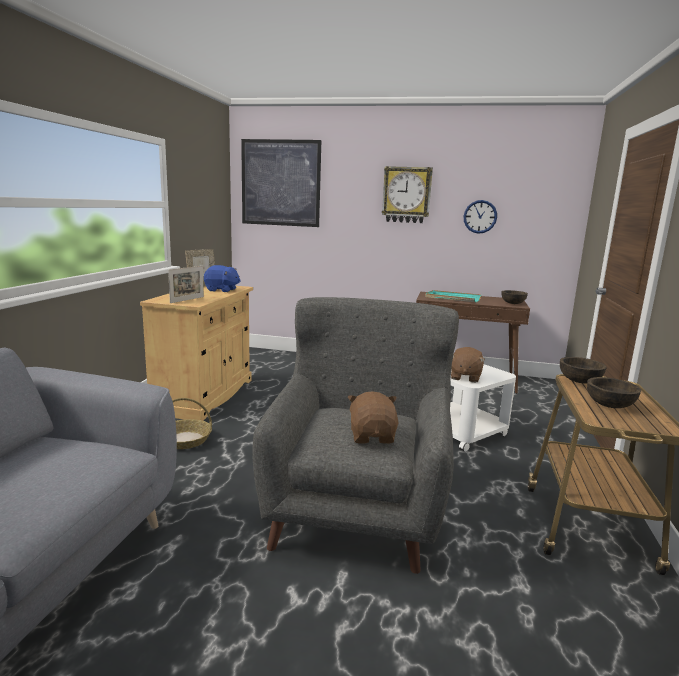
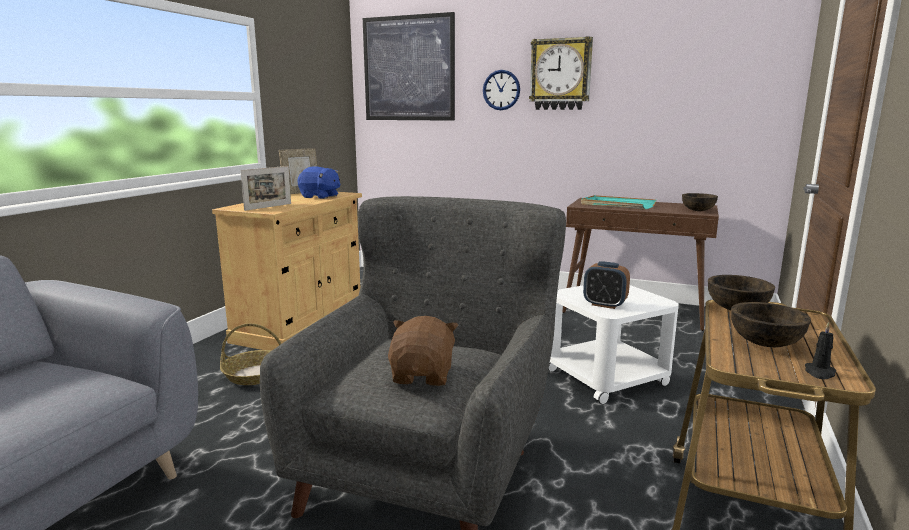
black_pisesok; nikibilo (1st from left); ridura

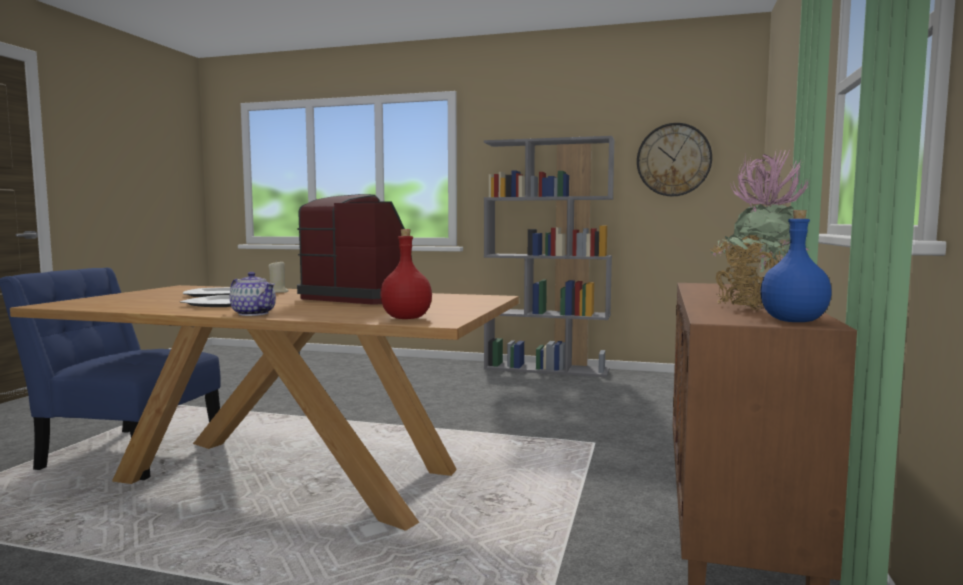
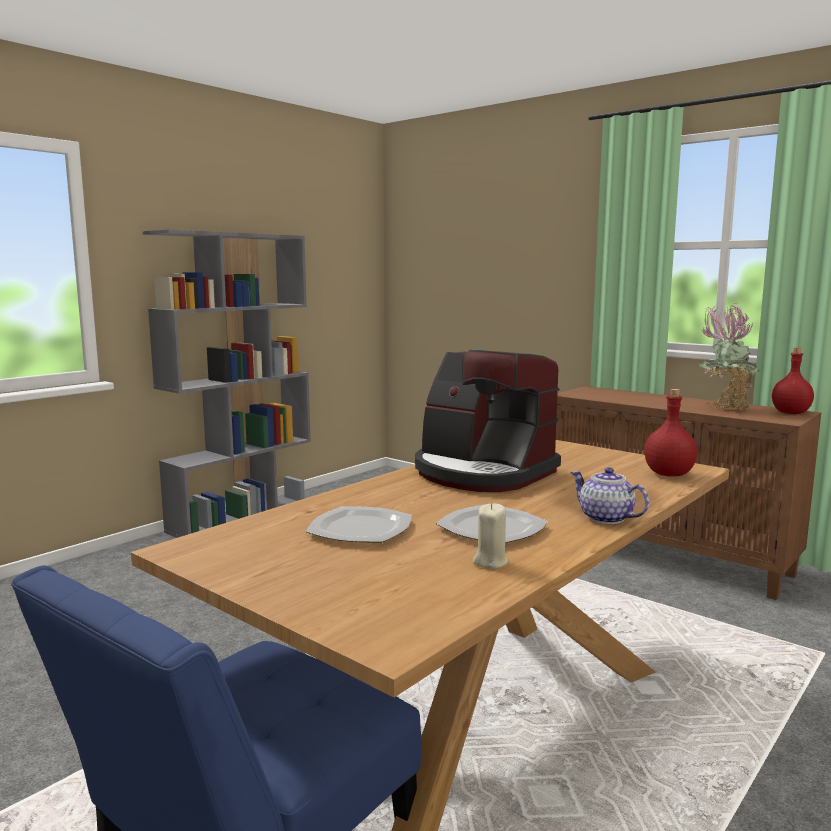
nikibilo; beige_pisesok; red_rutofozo (2nd from left); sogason; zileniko

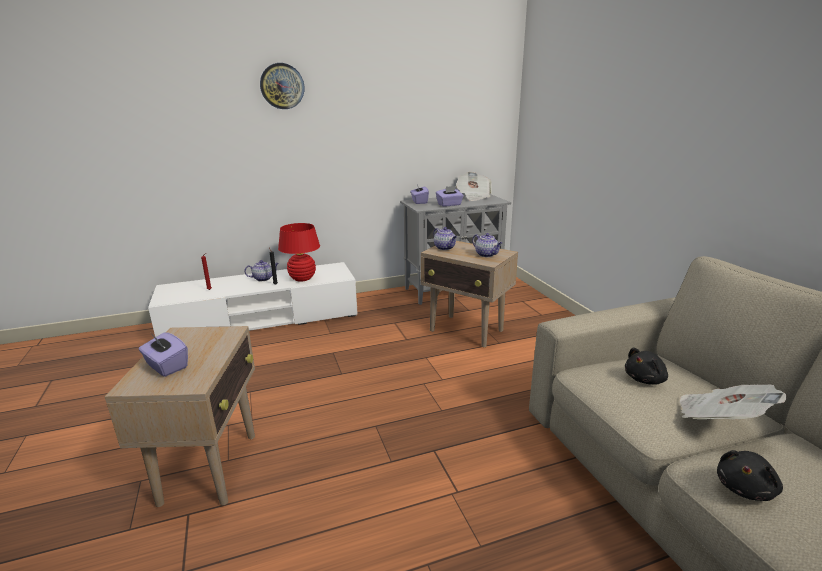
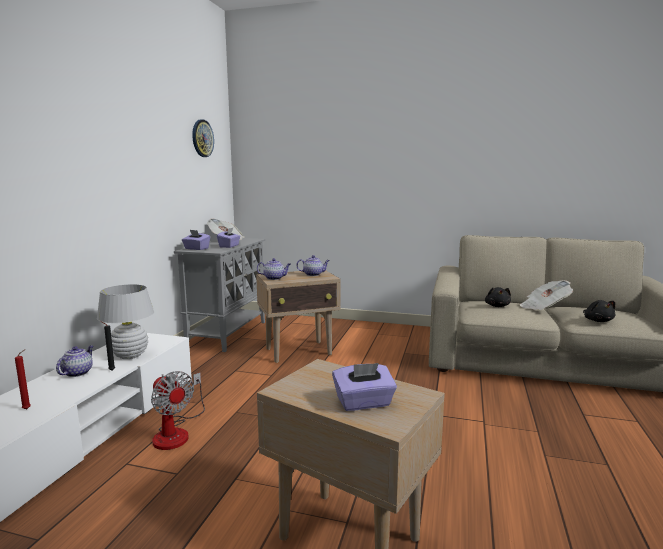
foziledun; nikibilo; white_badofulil

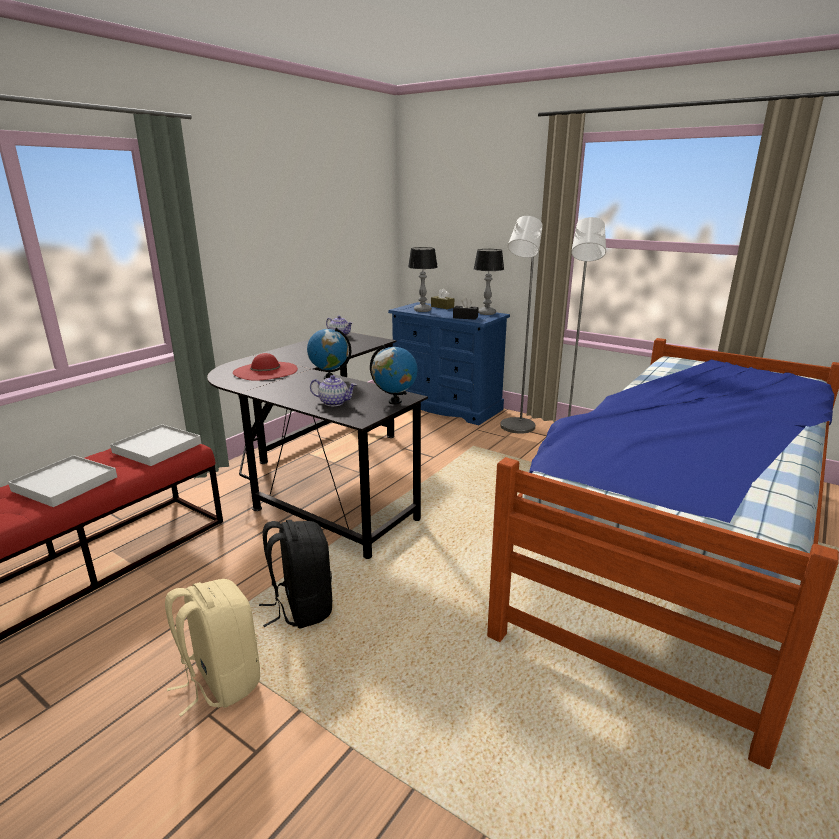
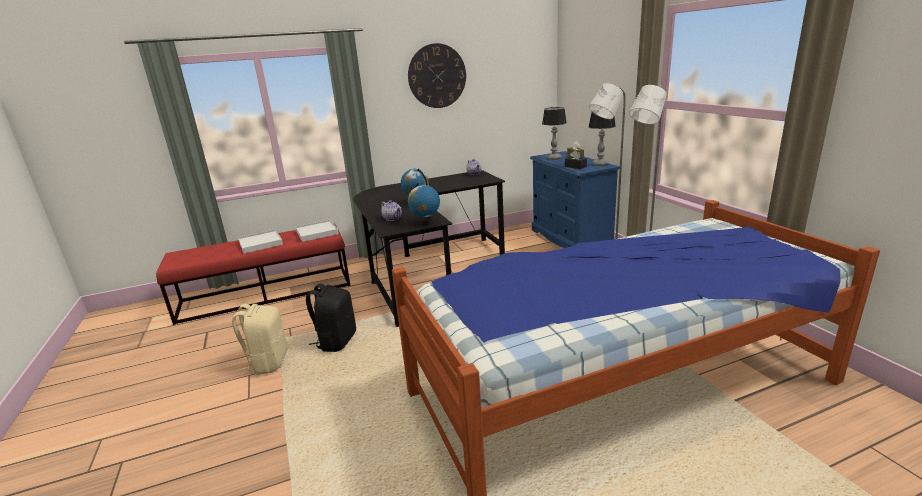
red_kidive; nikibilo

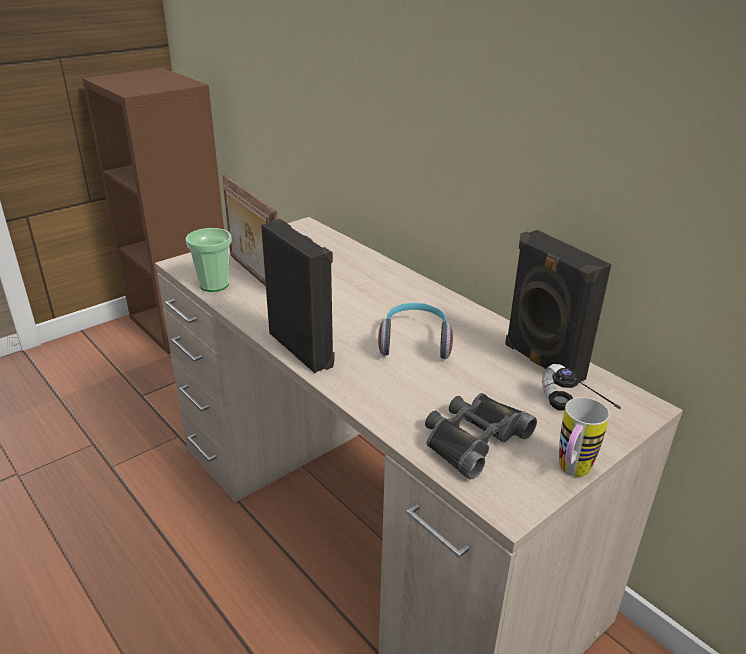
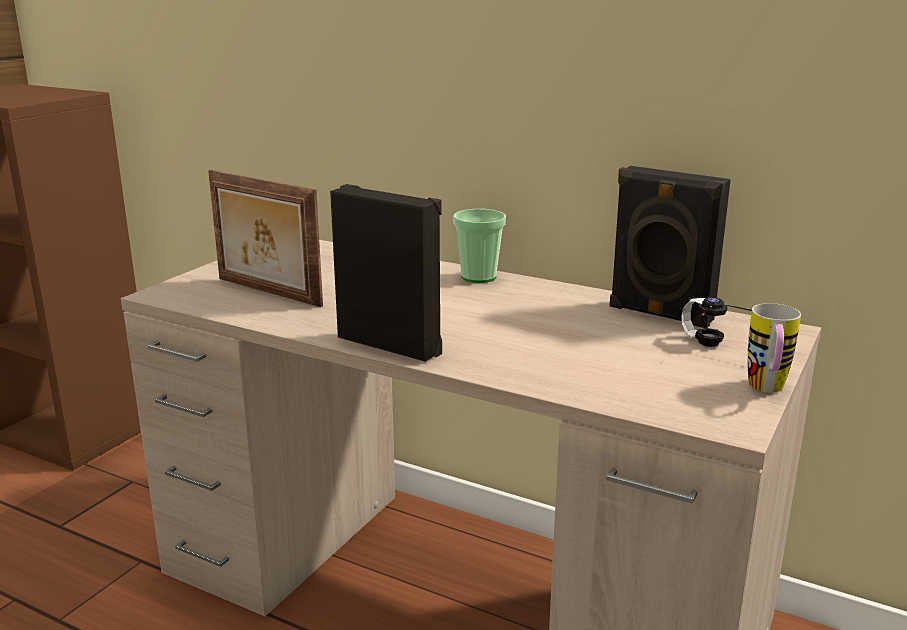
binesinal (1st from left in the first image); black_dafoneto; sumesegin

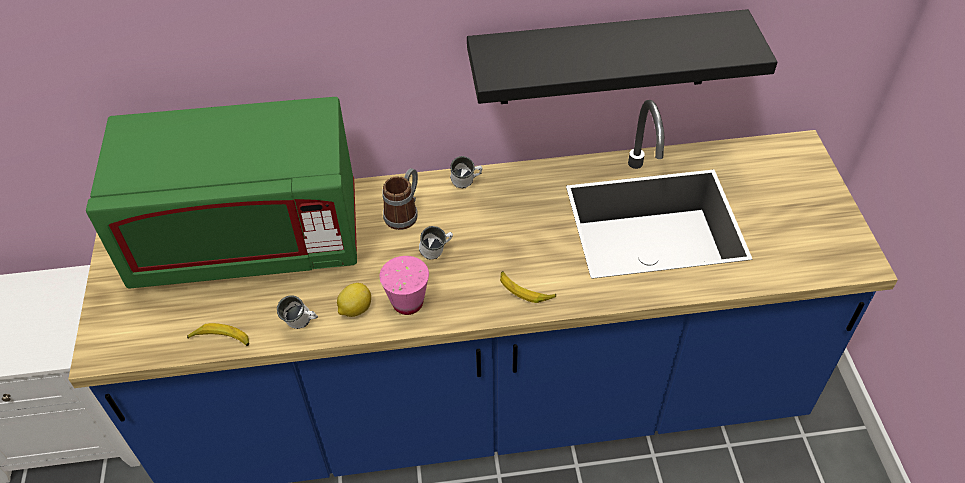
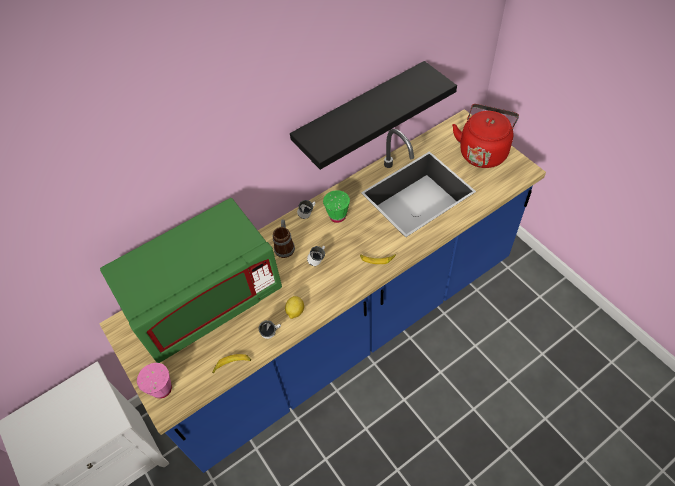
green_sumesegin; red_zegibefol; pink_sumesegin

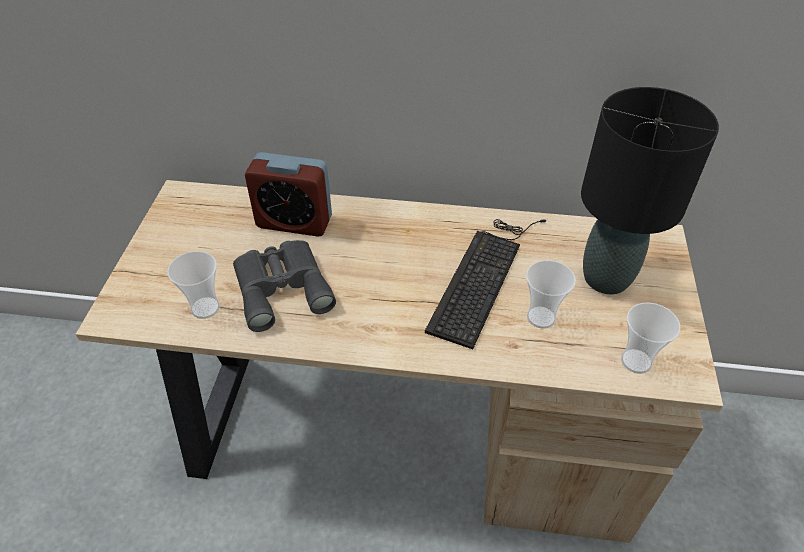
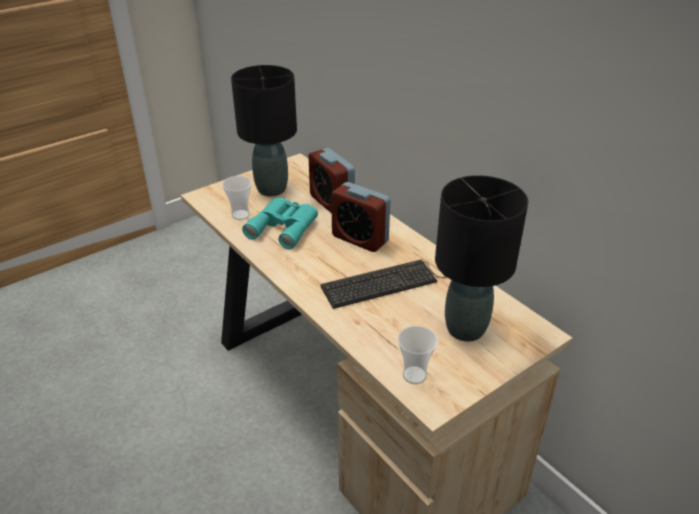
sumesegin (2nd from left in the first image); black_badofulil (1st from left); ridura (2nd from left); turquoise_dafoneto

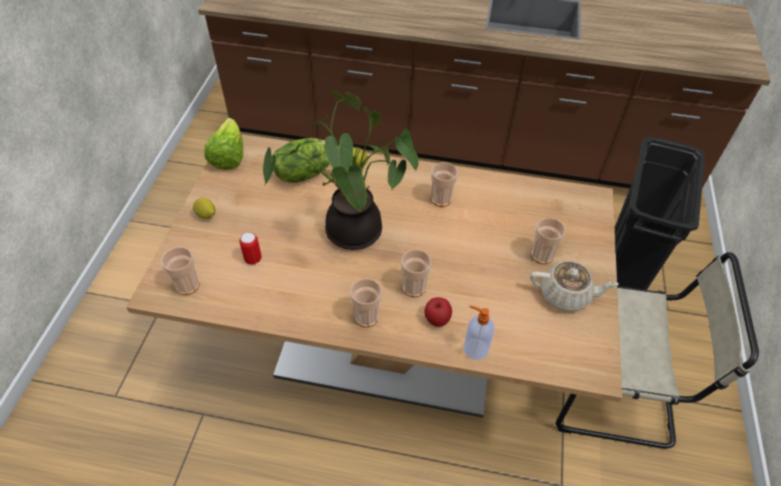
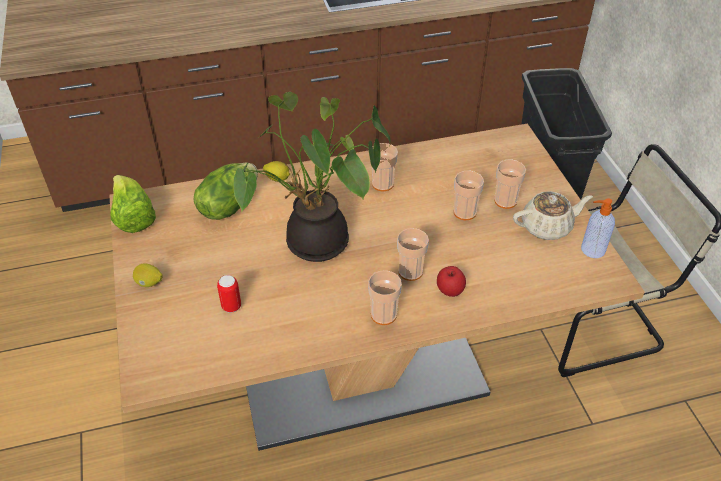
sumesegin (4th from left); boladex

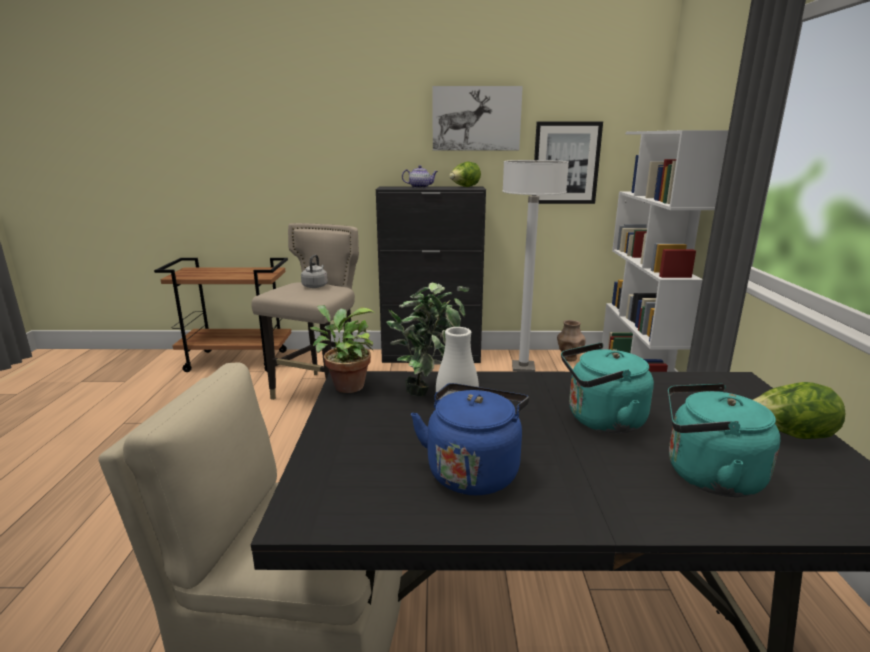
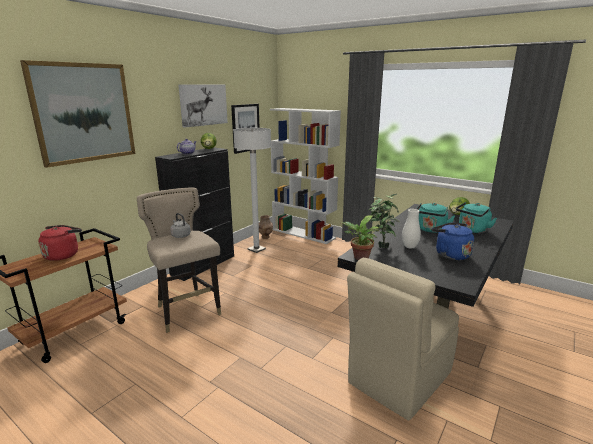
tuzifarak (1st from left); red_zegibefol

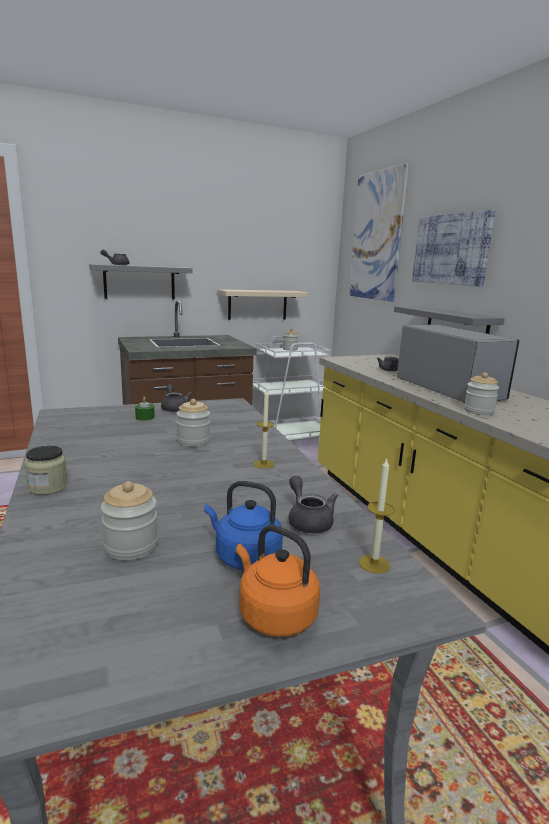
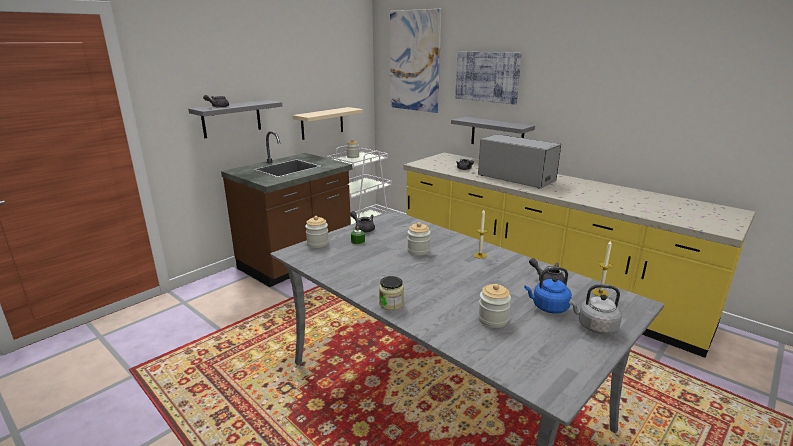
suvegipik (1st from left); grey_zegibefol

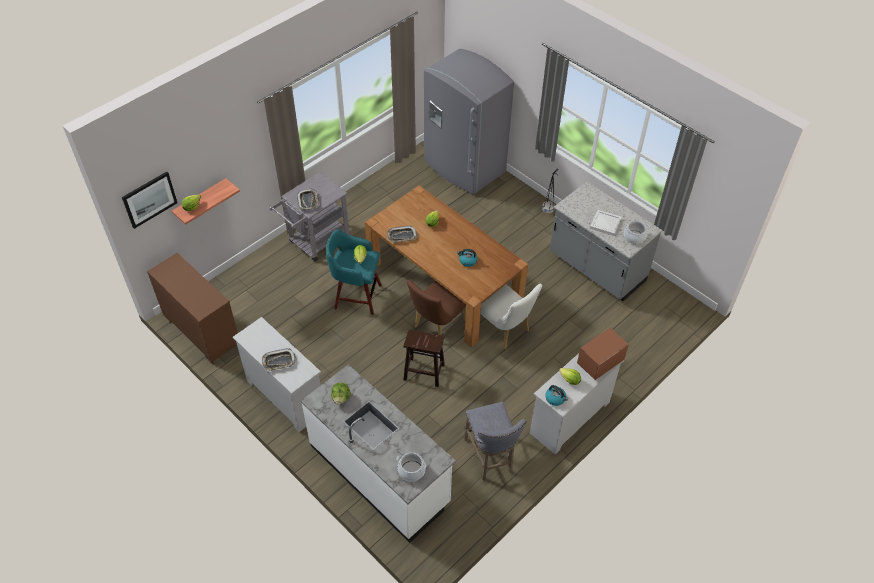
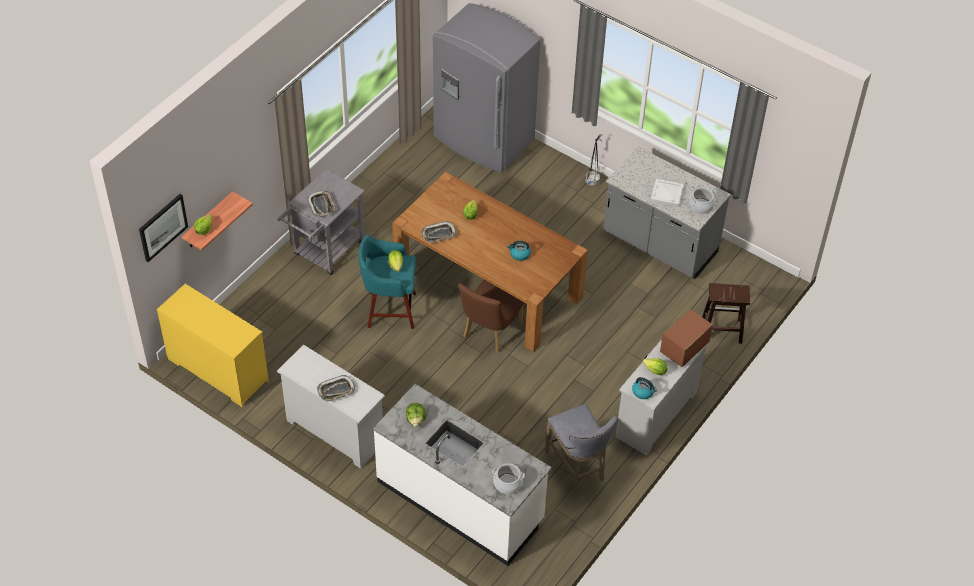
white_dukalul; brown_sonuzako; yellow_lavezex

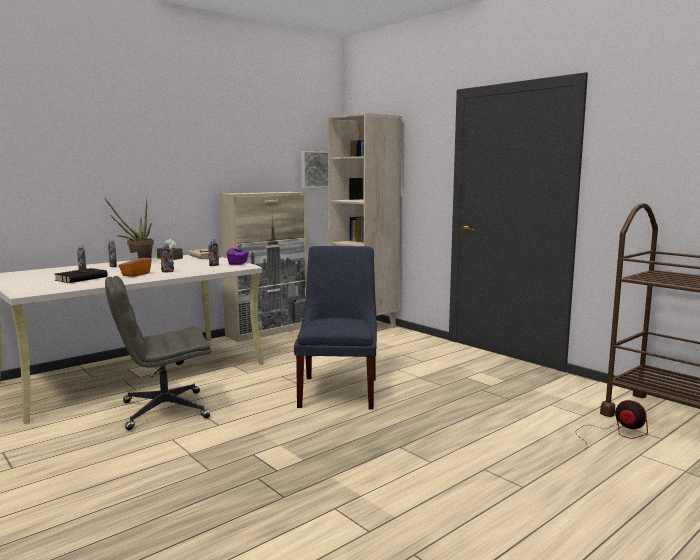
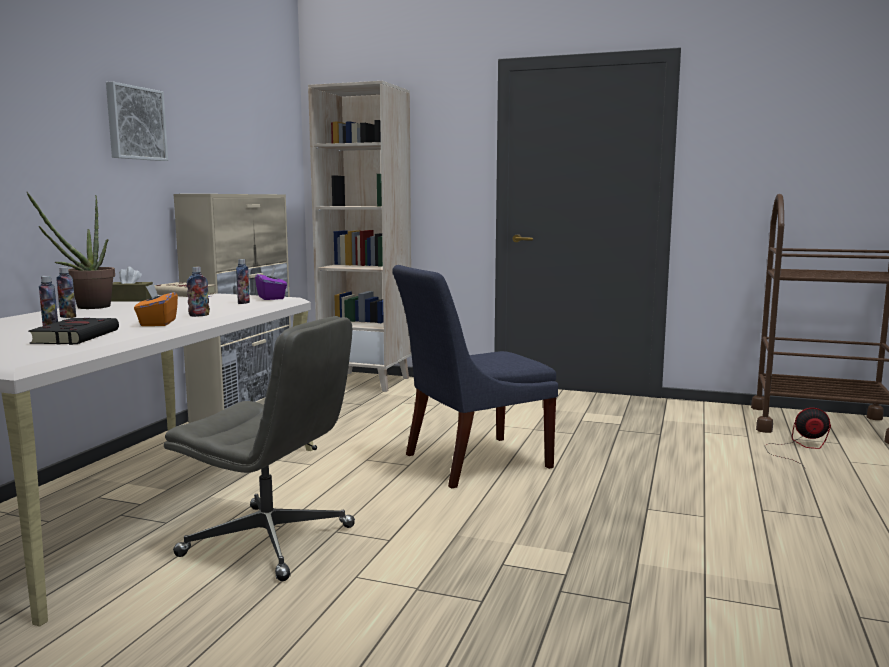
tuzifarak; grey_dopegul; blue_dukalul

